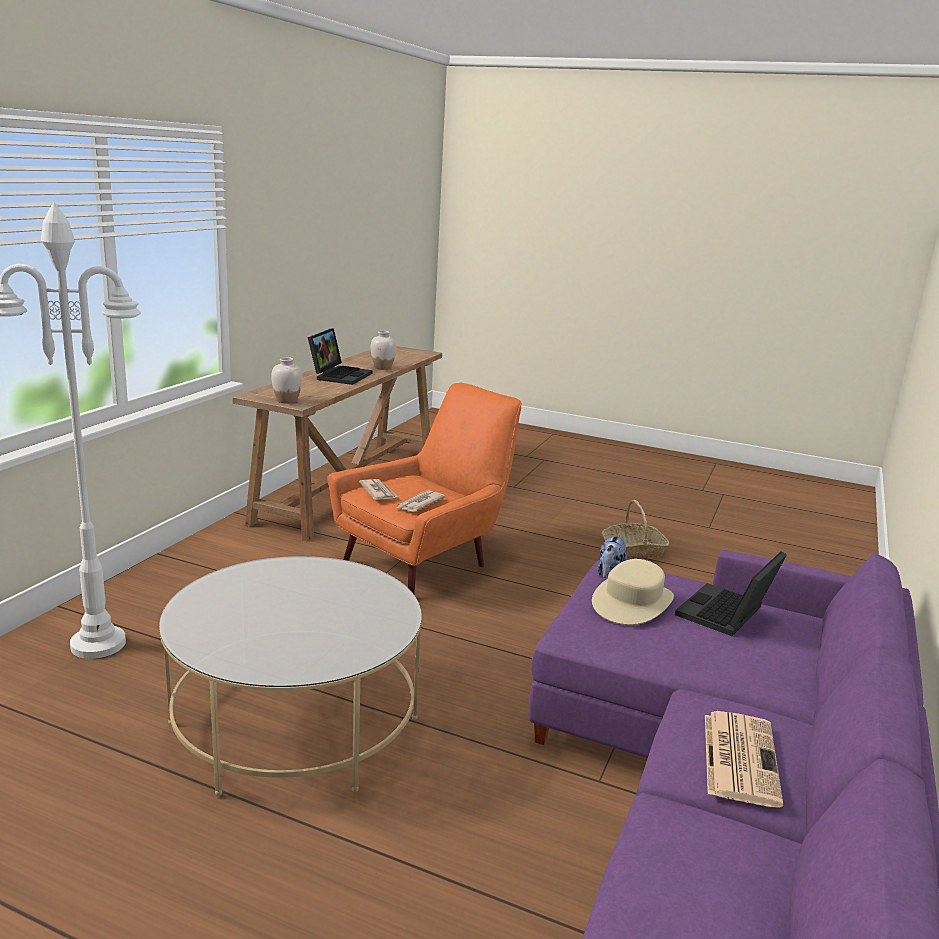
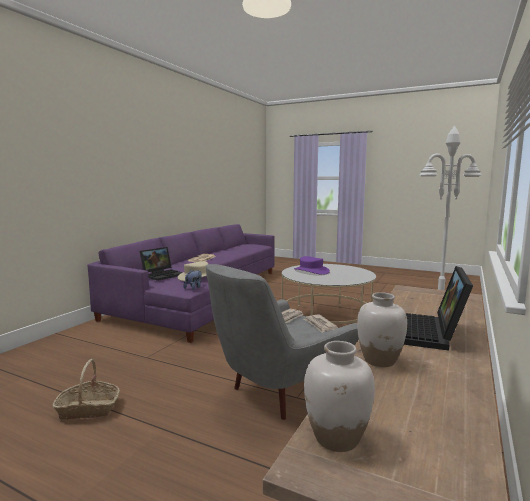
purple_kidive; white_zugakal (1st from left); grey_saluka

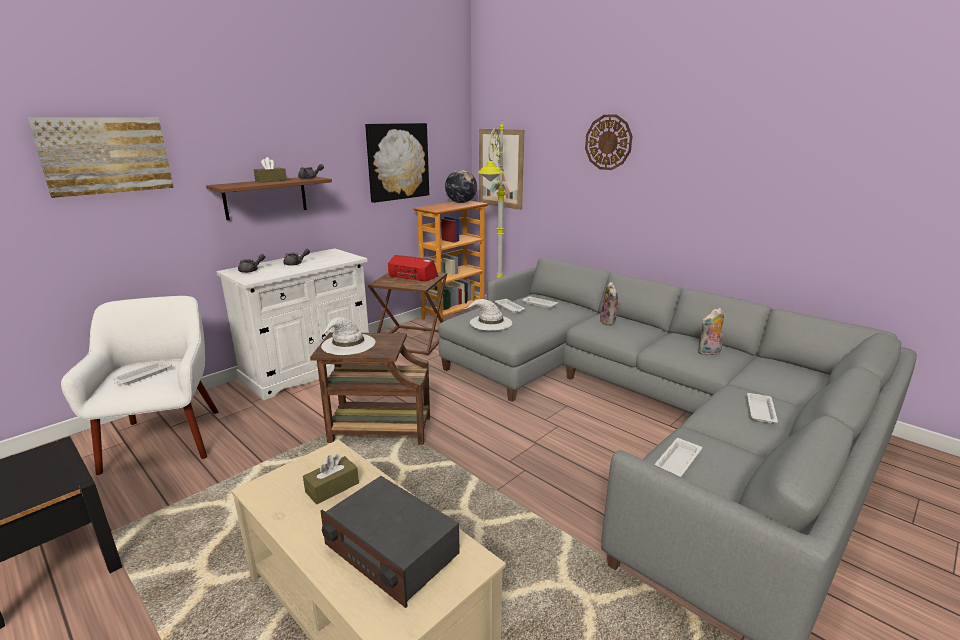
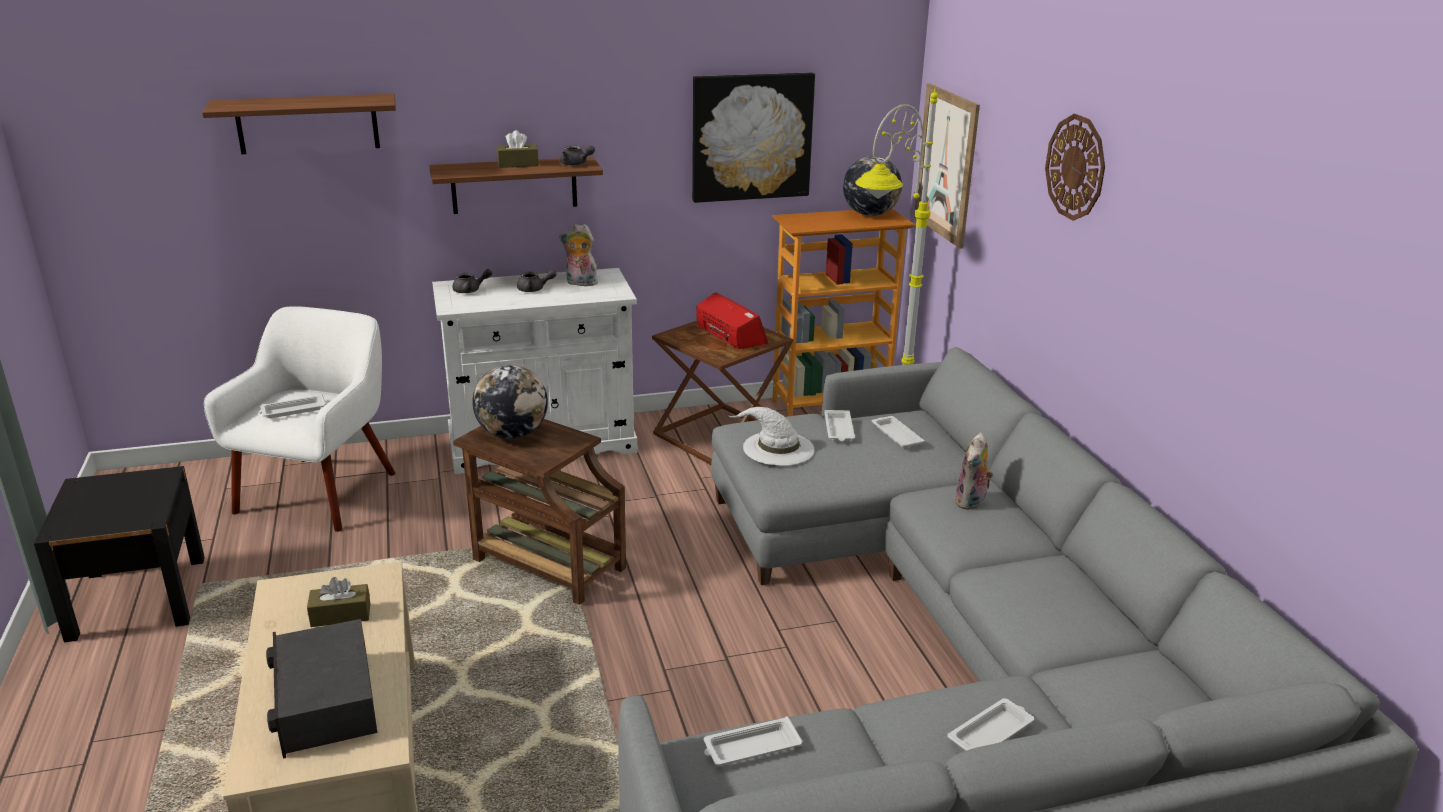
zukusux (1st from left); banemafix (1st from left); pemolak (1st from left)

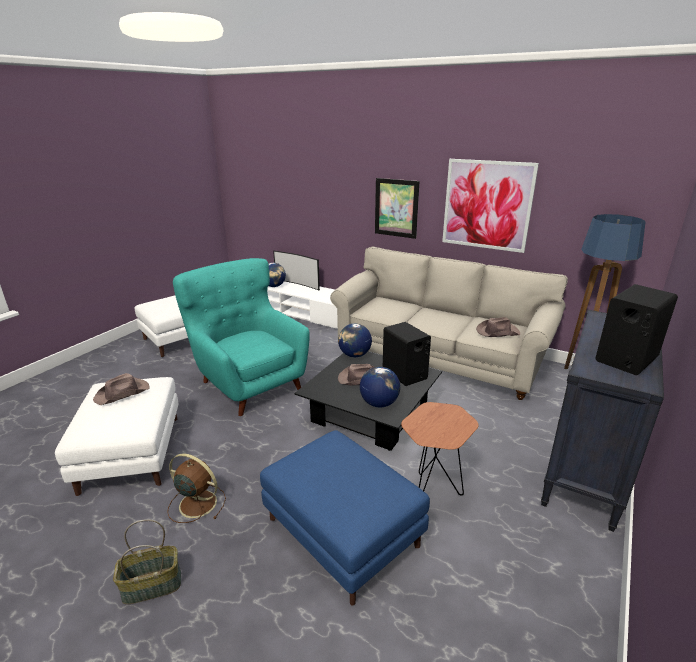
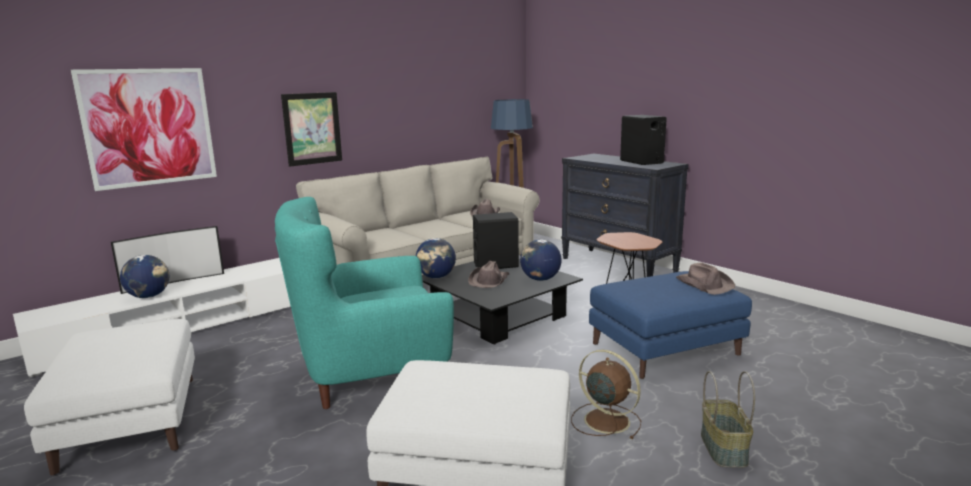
brown_kidive (3rd from left); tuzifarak (1st from left); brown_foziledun

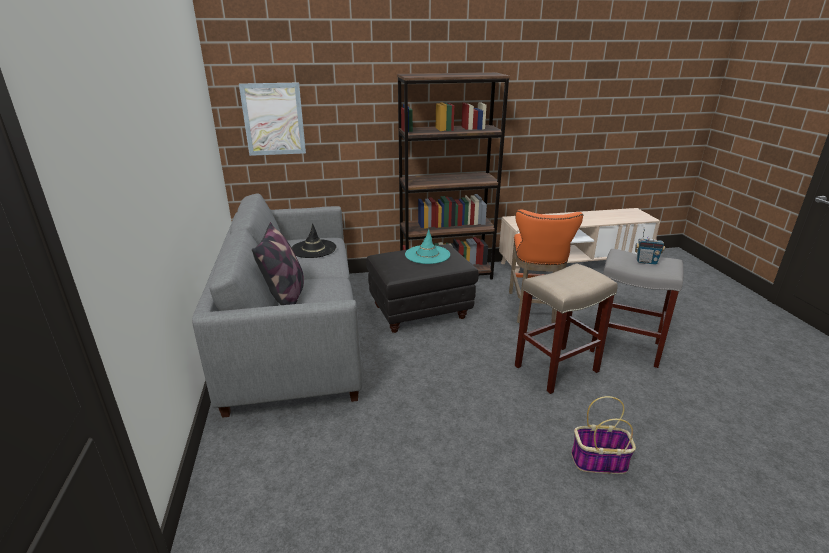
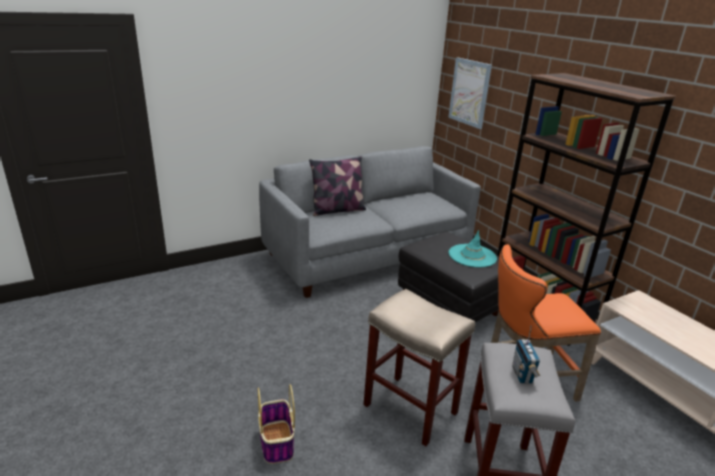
black_kidive

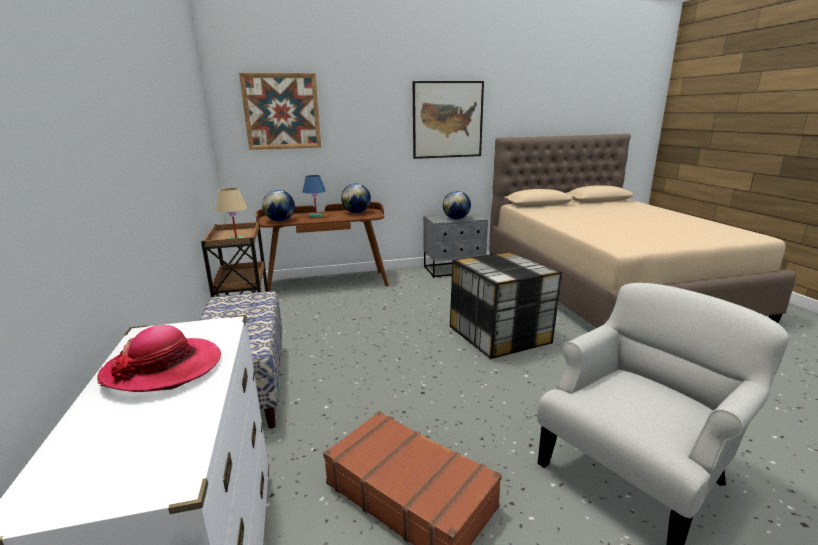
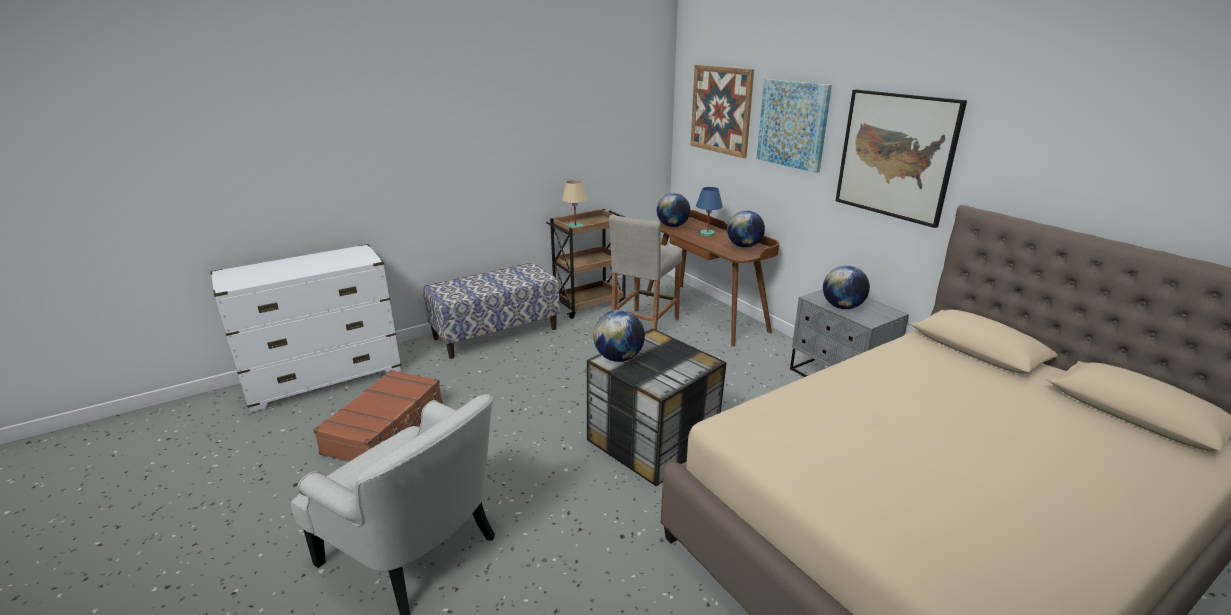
kidive; pemolak (1st from left); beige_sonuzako; tuzifarak (2nd from left)

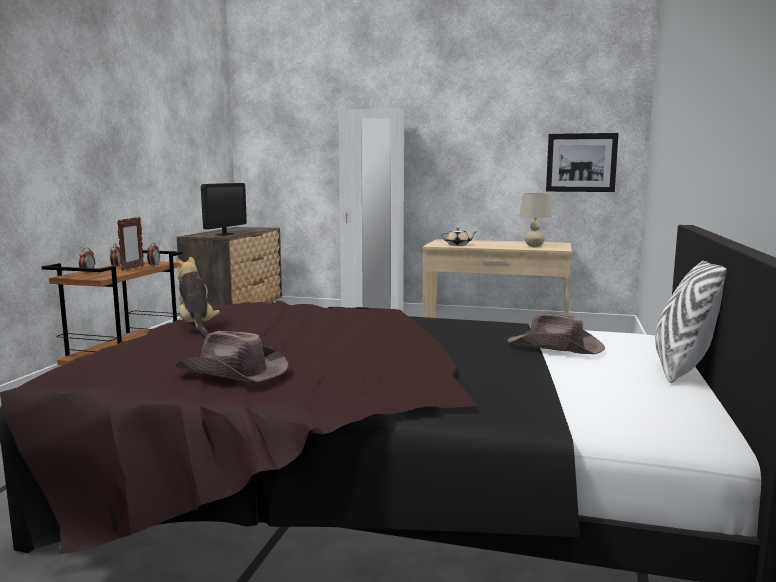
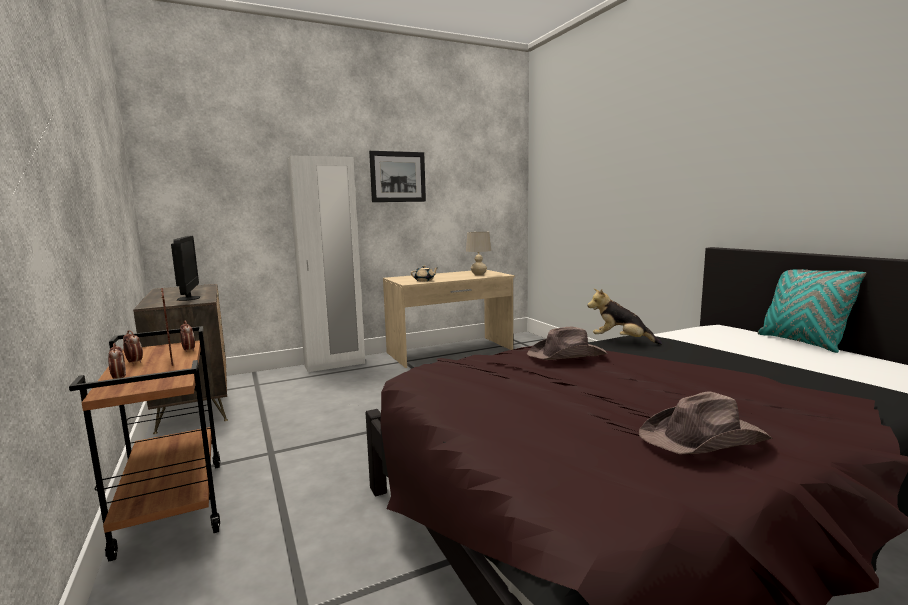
zukusux; brown_kidive (1st from left); tuzifarak; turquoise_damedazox

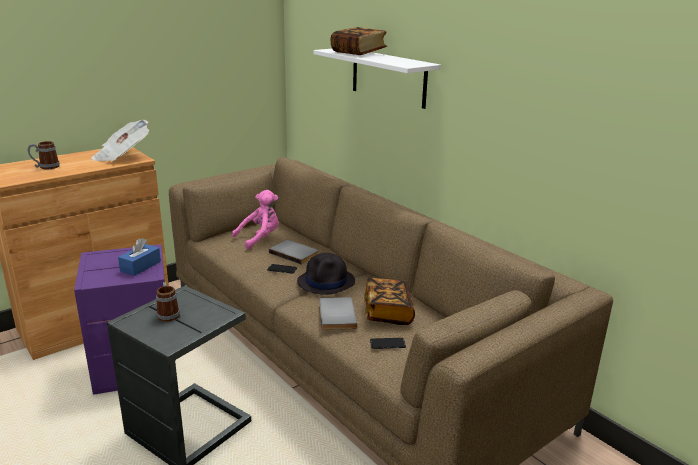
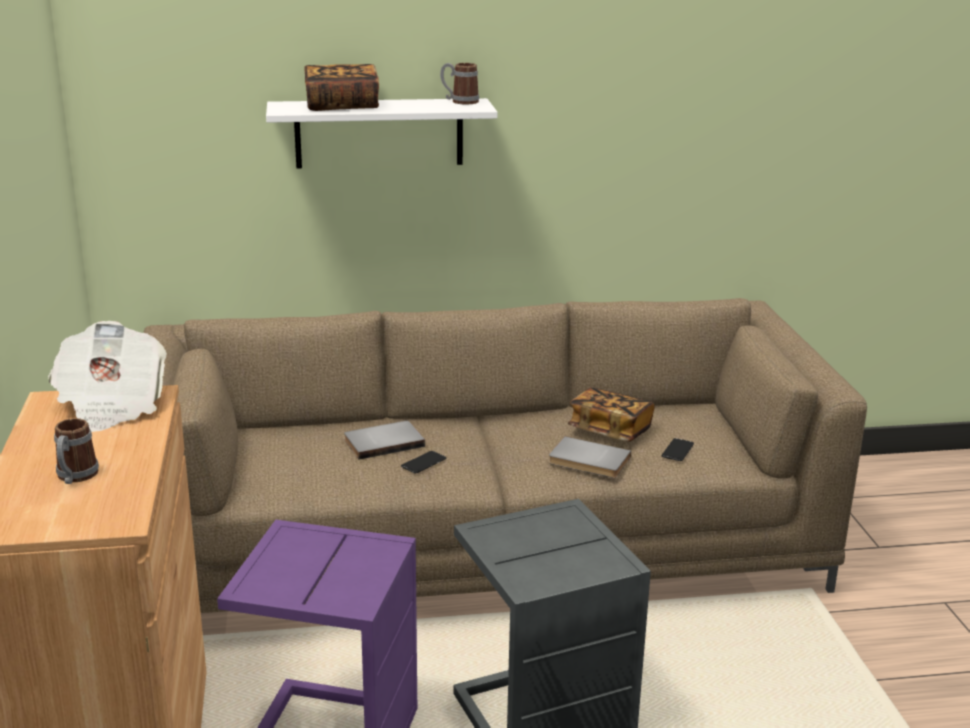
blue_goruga; pink_zukusux; black_kidive; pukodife (2nd from left)

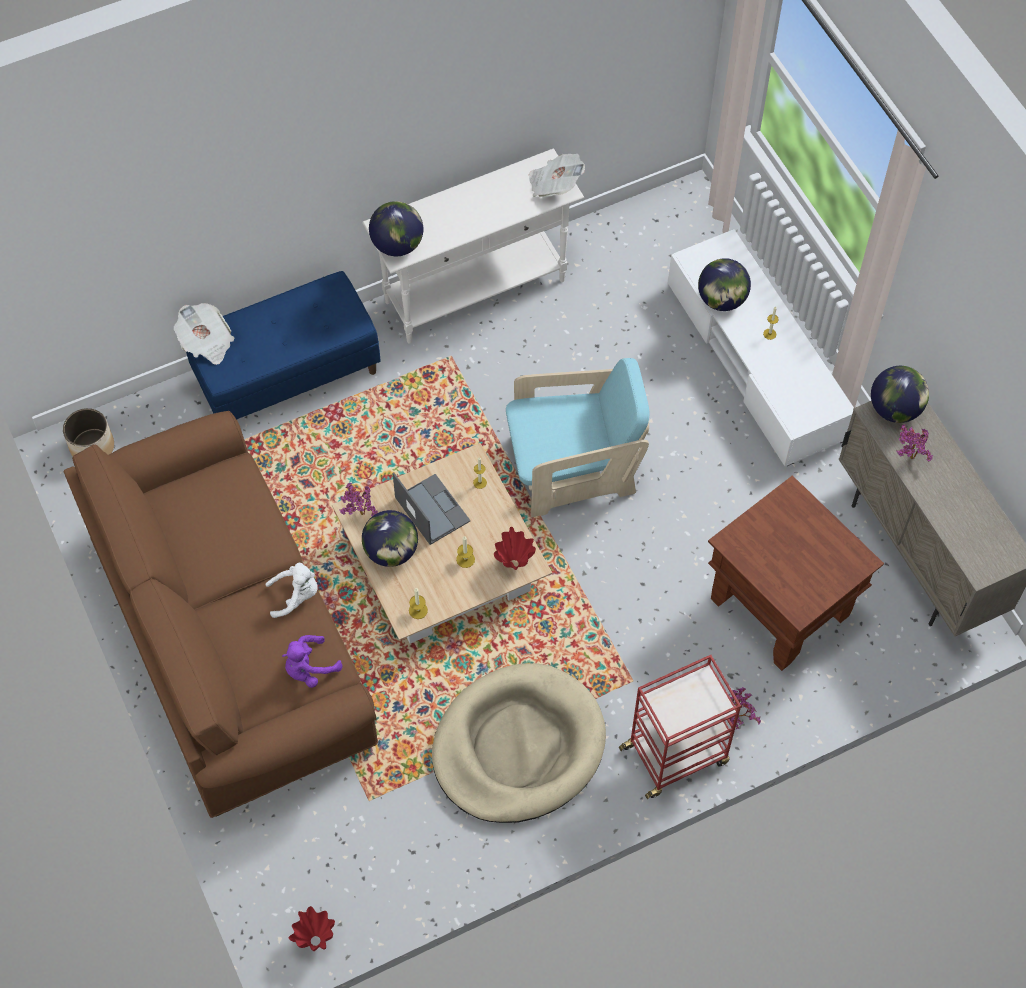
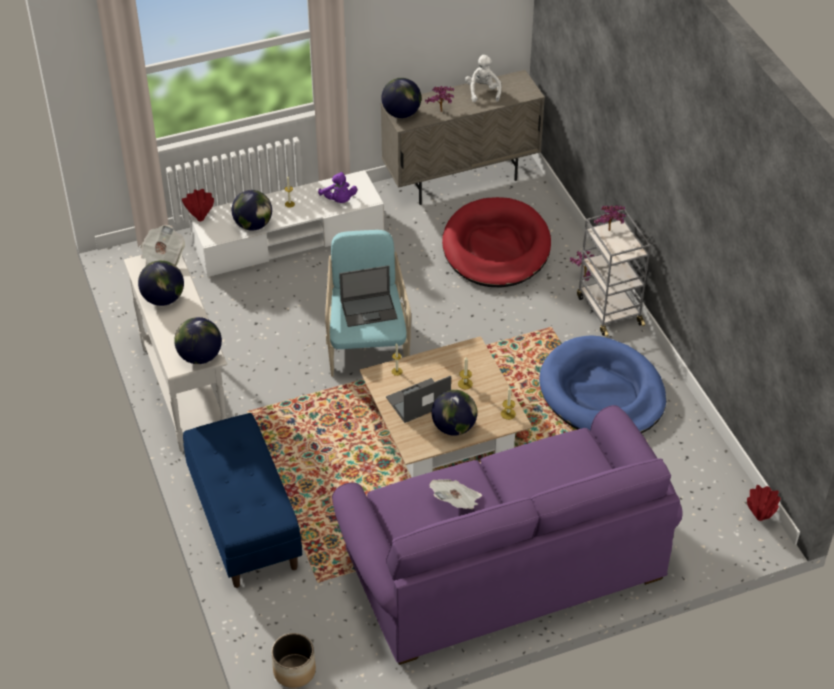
pemolak (1st from left); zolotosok (1st from left); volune (2nd from left); white_zukusux; purple_zukusux; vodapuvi (3rd from left); red_zugakal (1st from left); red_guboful; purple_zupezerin; blue_guboful; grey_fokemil

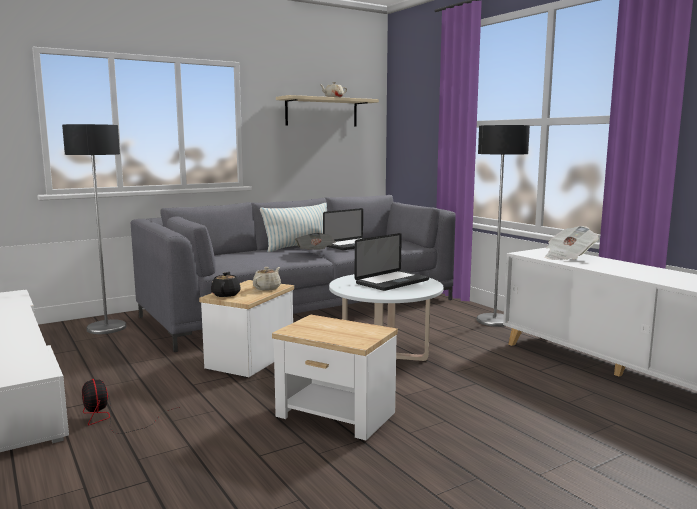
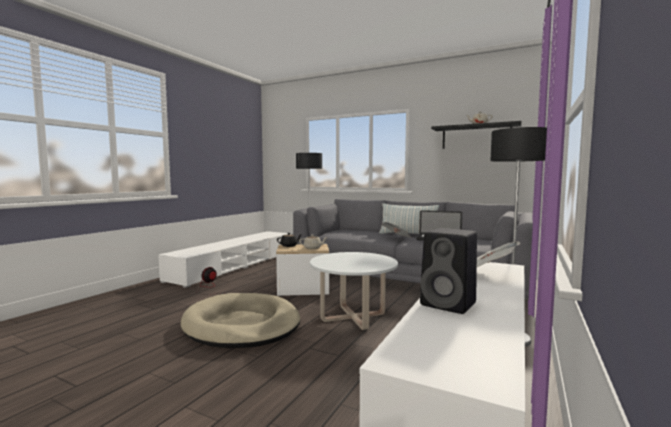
zolotosok (2nd from left in the first image); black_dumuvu; beige_guboful; black_banemafix

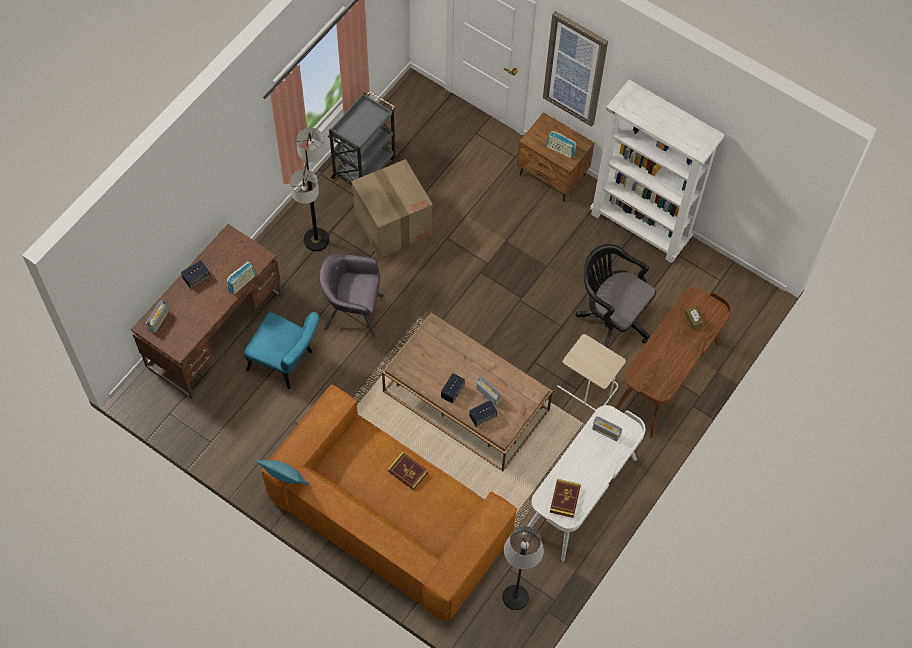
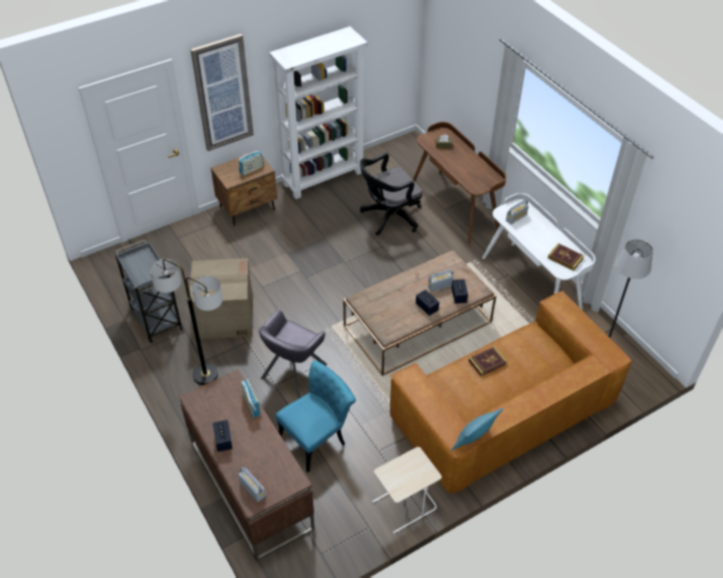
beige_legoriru

